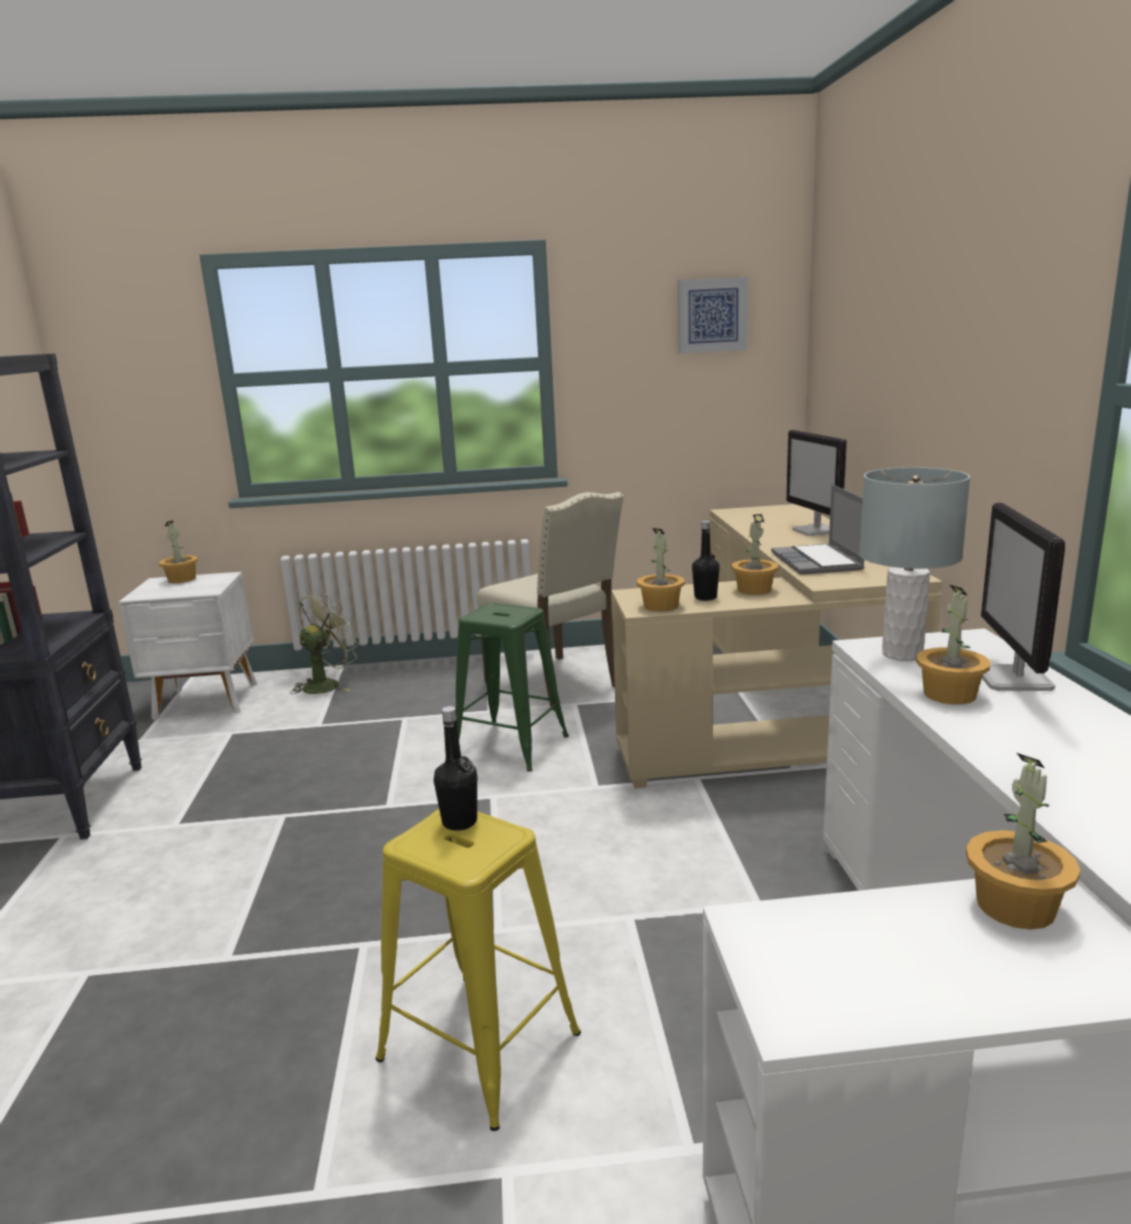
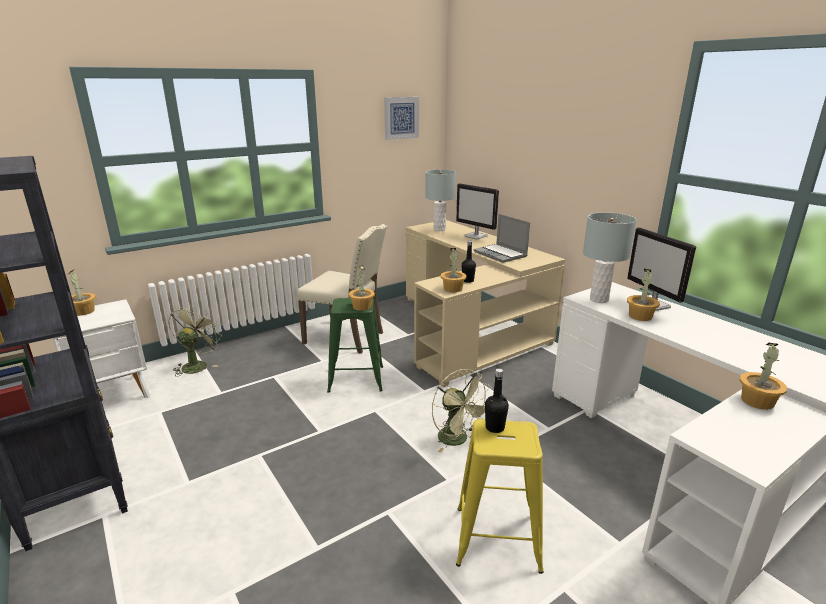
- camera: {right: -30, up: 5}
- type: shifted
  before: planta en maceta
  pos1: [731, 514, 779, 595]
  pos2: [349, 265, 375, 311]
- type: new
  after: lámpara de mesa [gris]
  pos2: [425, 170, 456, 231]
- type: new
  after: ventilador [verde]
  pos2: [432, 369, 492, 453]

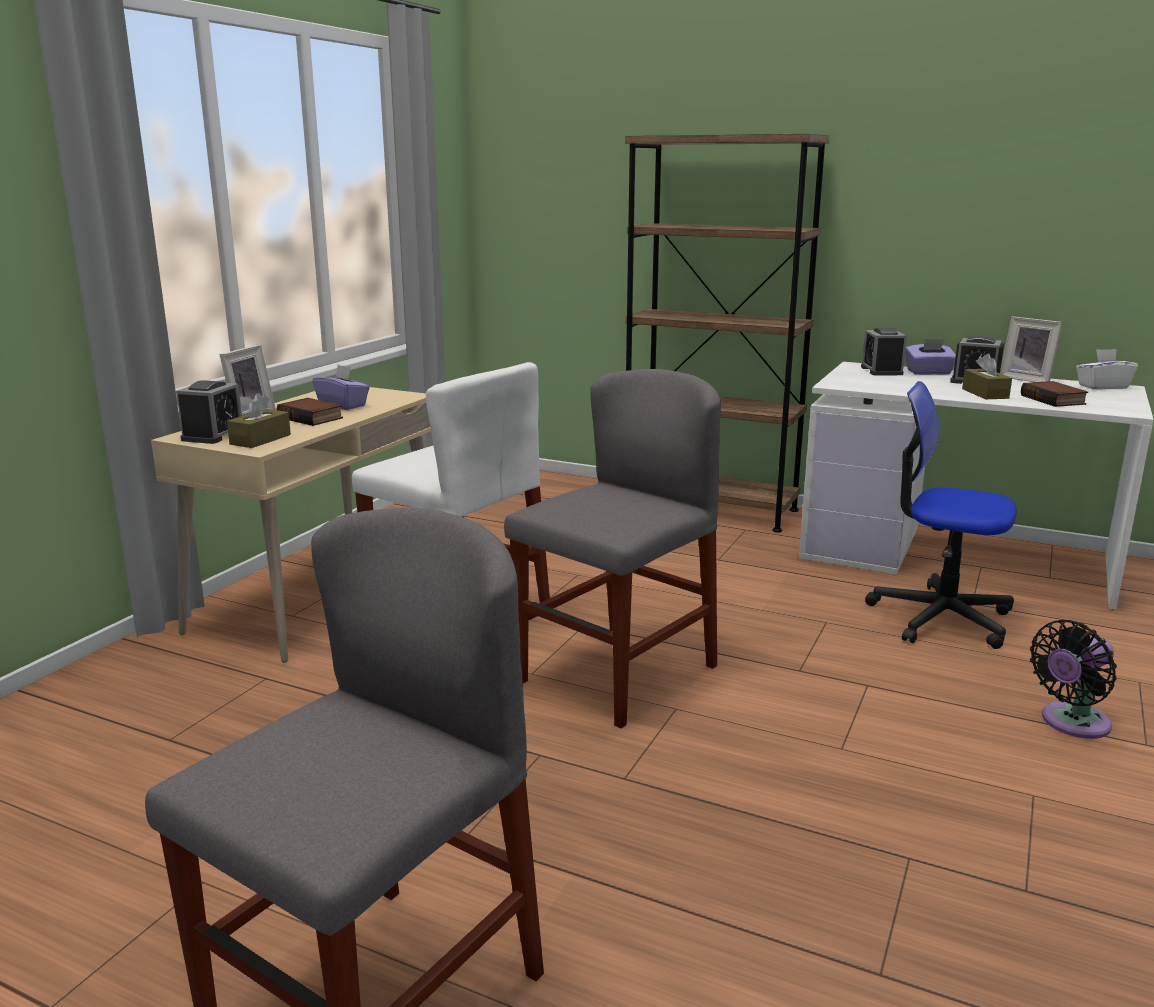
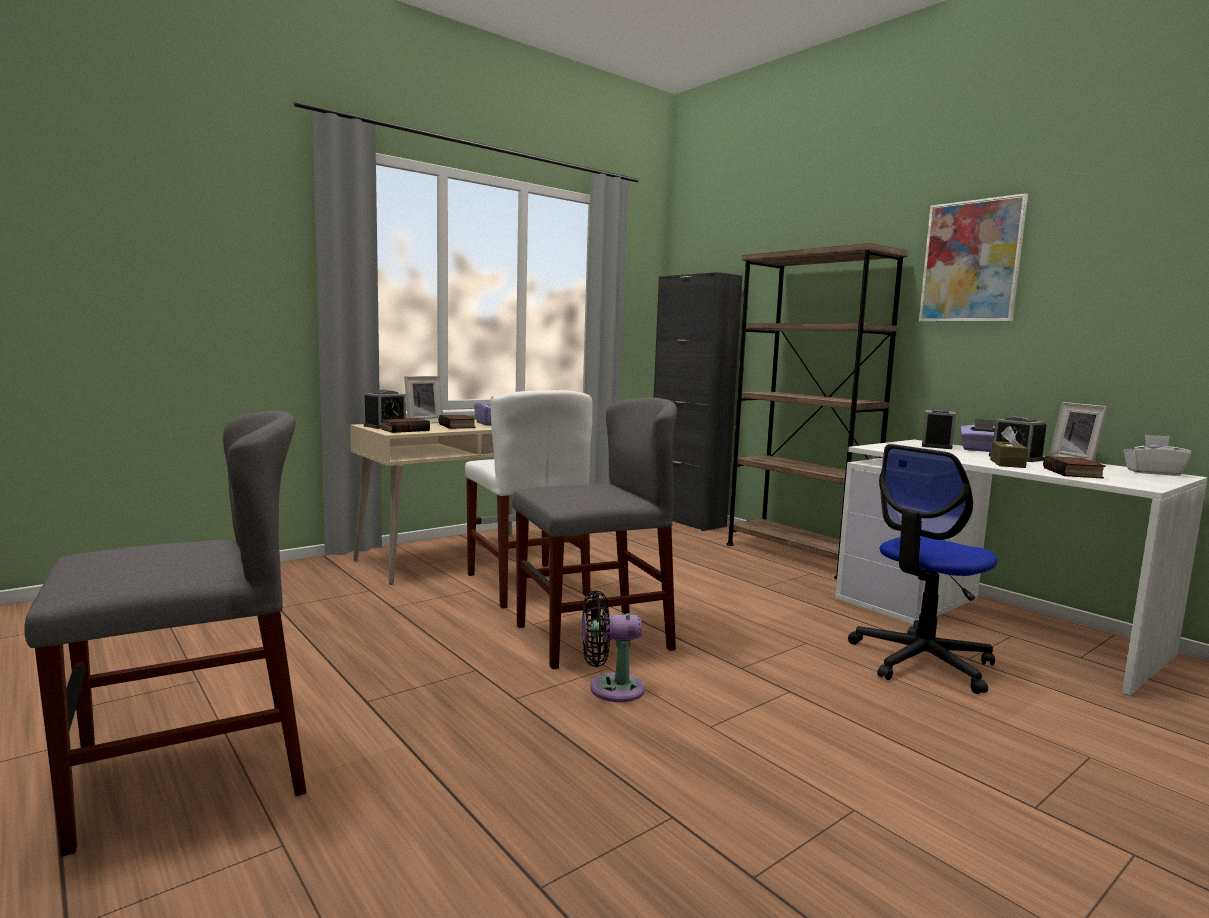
- camera: {right: 25, up: -10}
- type: swapped
  before: caja de pañuelos [marrón]
  after: libro
  pos1: [227, 393, 291, 448]
  pos2: [381, 418, 430, 433]
- type: shifted
  before: ventilador [negro]
  pos1: [1030, 620, 1117, 739]
  pos2: [582, 590, 645, 702]
- type: new
  after: armario [negro]
  pos2: [654, 272, 742, 531]
- type: rotated
  before: silla de oficina
  pos1: [865, 381, 1016, 649]
  pos2: [848, 444, 997, 694]
  turn: -90
- type: new
  after: cuadro
  pos2: [919, 193, 1028, 321]

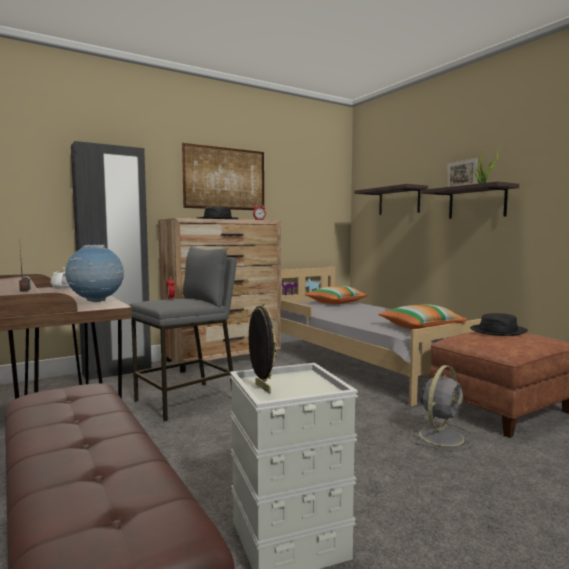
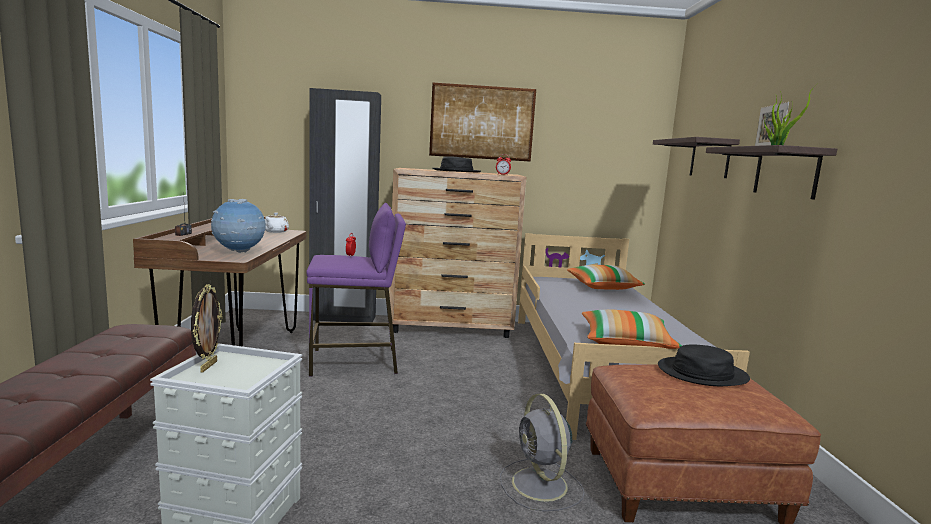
- camera: {right: 30, up: 5}
- type: repainted
  before: taburete [gris]
  after: taburete [morado]
  pos1: [129, 246, 237, 422]
  pos2: [306, 203, 406, 377]
- type: rotated
  before: ventilador [gris]
  pos1: [411, 365, 475, 451]
  pos2: [500, 394, 584, 511]
  turn: 90

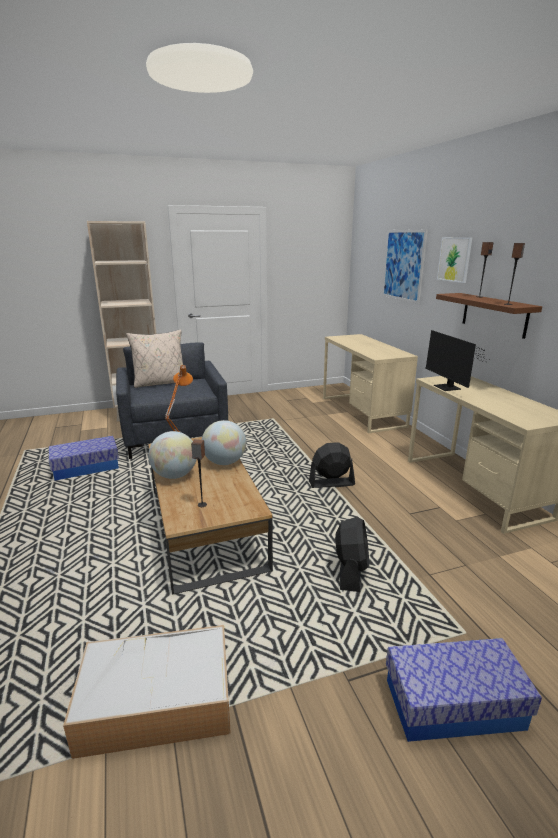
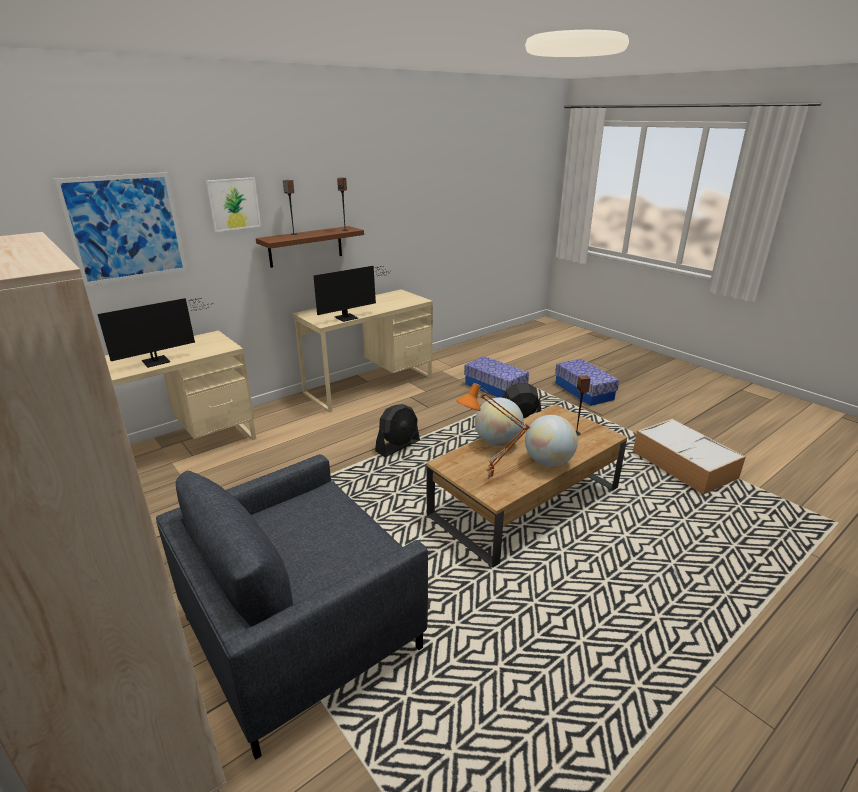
- camera: {right: -110, up: 5}
- type: new
  after: monitor
  pos2: [97, 298, 211, 368]
- type: rotated
  before: ventilador [negro]
  pos1: [309, 442, 355, 488]
  pos2: [375, 404, 420, 457]
  turn: -105
- type: shifted
  before: caja de almacenaje
  pos1: [49, 436, 119, 481]
  pos2: [464, 356, 529, 398]
- type: gone
  before: cojín [beis]
  pos1: [126, 330, 183, 388]

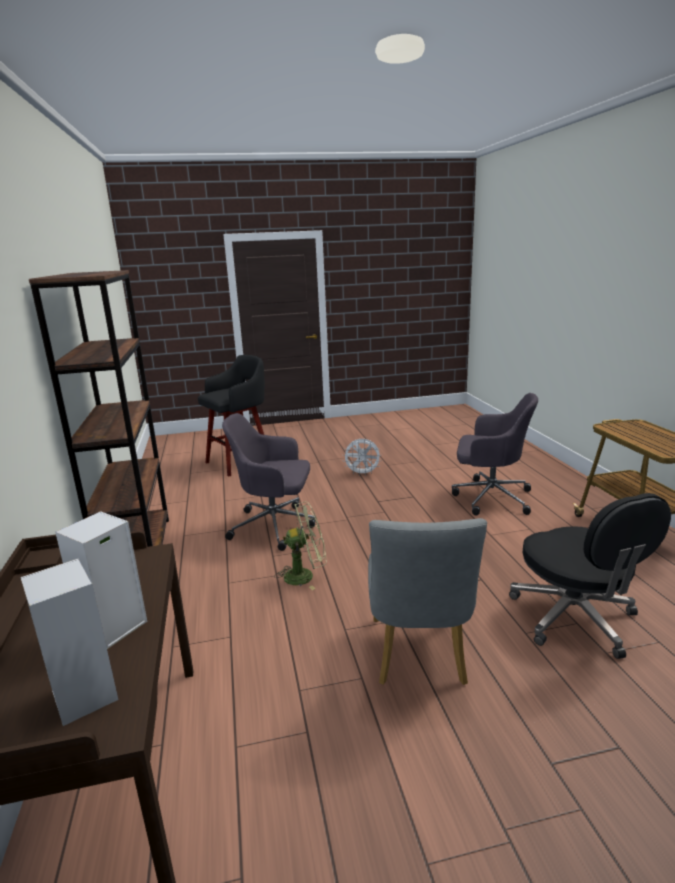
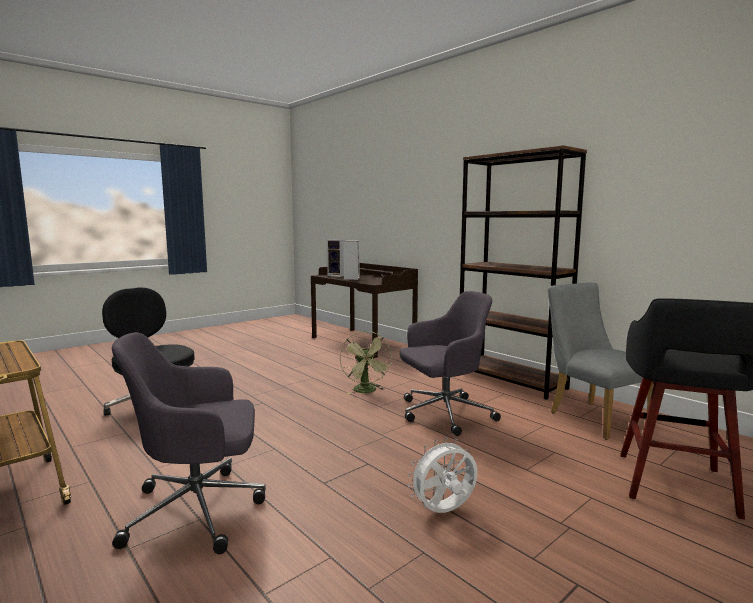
- camera: {right: 150, up: -10}
- type: rotated
  before: ventilador [verde]
  pos1: [274, 502, 327, 590]
  pos2: [340, 331, 392, 394]
  turn: -60
- type: shifted
  before: silla [gris]
  pos1: [368, 518, 487, 685]
  pos2: [548, 283, 654, 440]

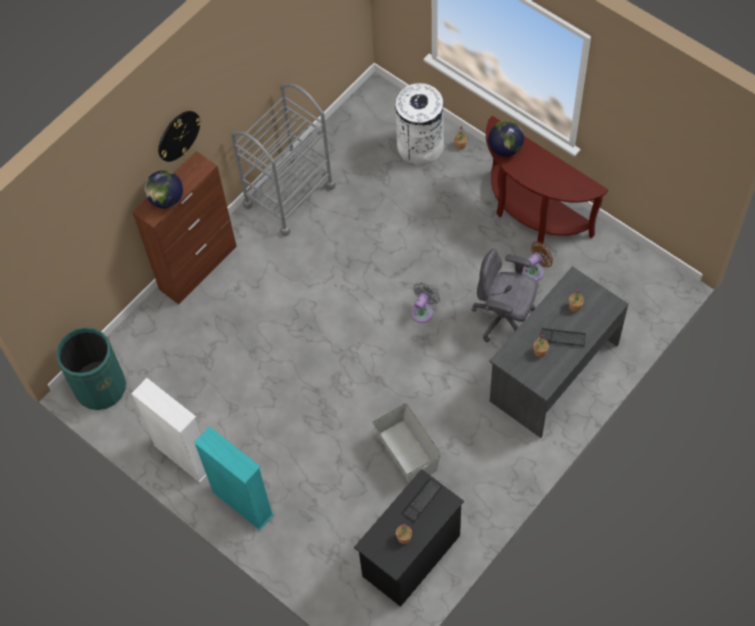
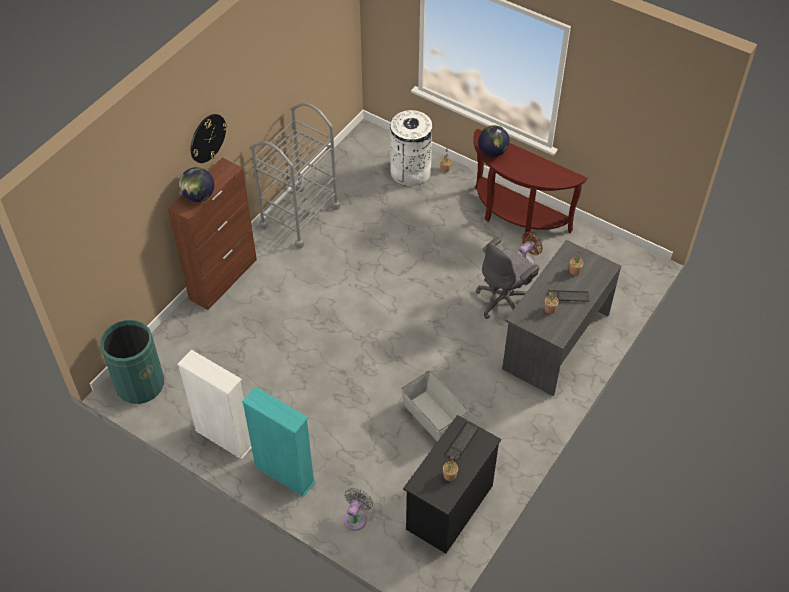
- camera: {right: -10, up: -10}
- type: shifted
  before: ventilador [gris]
  pos1: [411, 282, 440, 323]
  pos2: [344, 488, 373, 531]
- type: rotated
  before: silla de oficina [gris]
  pos1: [471, 249, 538, 342]
  pos2: [476, 237, 540, 319]
  turn: -60

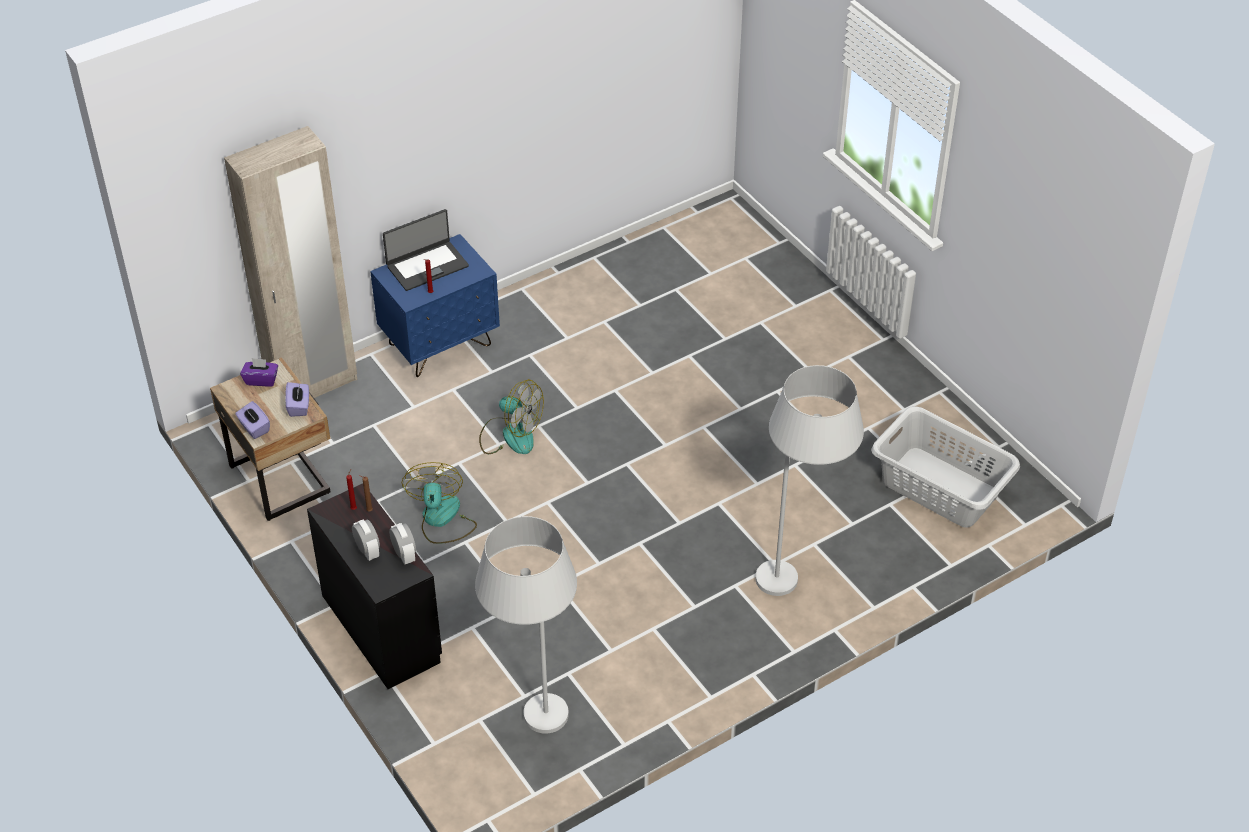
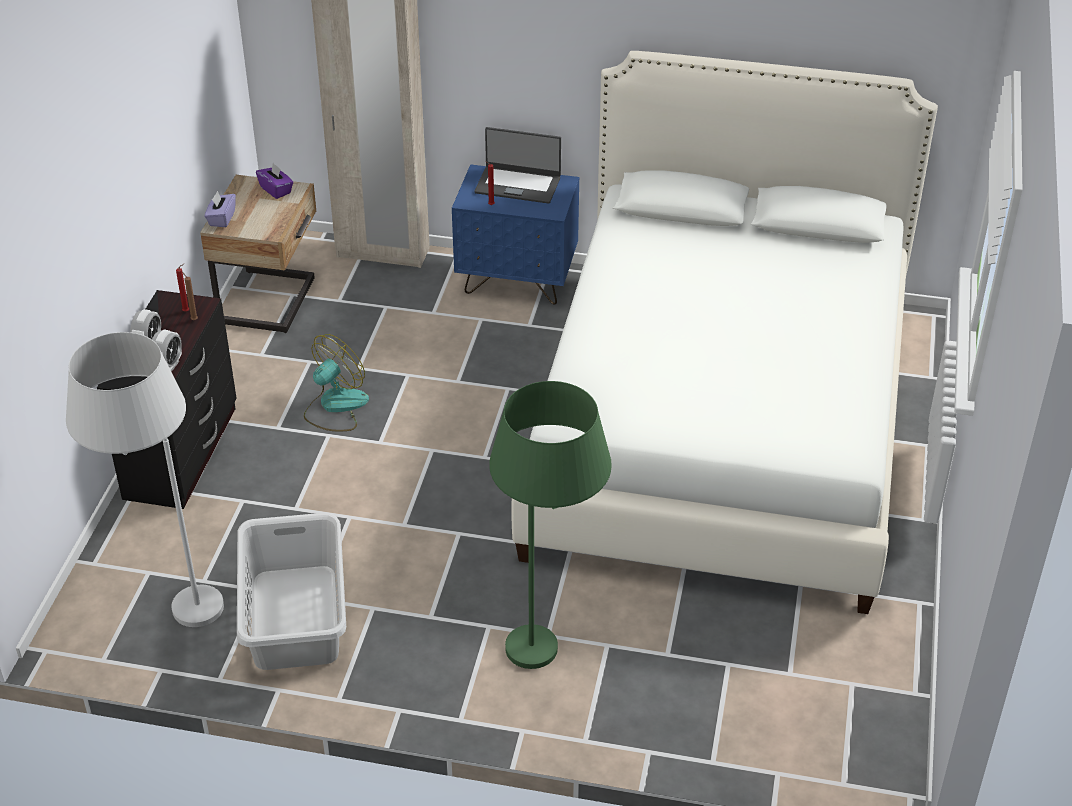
- camera: {right: 45, up: -5}
- type: shifted
  before: cesto de la ropa [gris]
  pos1: [872, 406, 1020, 528]
  pos2: [237, 513, 346, 670]
- type: repainted
  before: lámpara de pie [blanco]
  after: lámpara de pie [verde]
  pos1: [756, 365, 864, 596]
  pos2: [489, 381, 612, 669]
- type: new
  after: cama [blanco]
  pos2: [511, 51, 938, 614]
- type: gone
  before: caja de pañuelos [morado]
  pos1: [285, 382, 309, 417]
- type: gone
  before: ventilador
  pos1: [479, 379, 544, 454]

